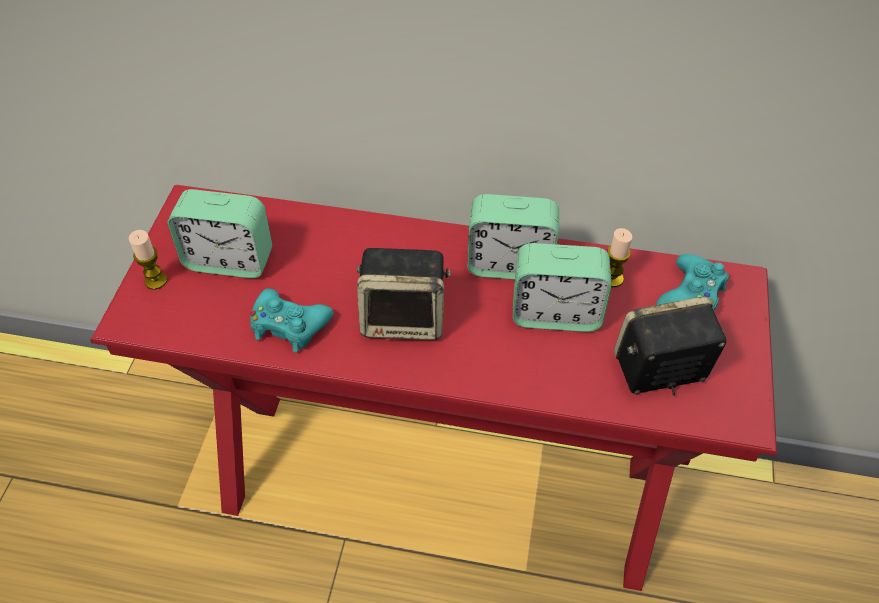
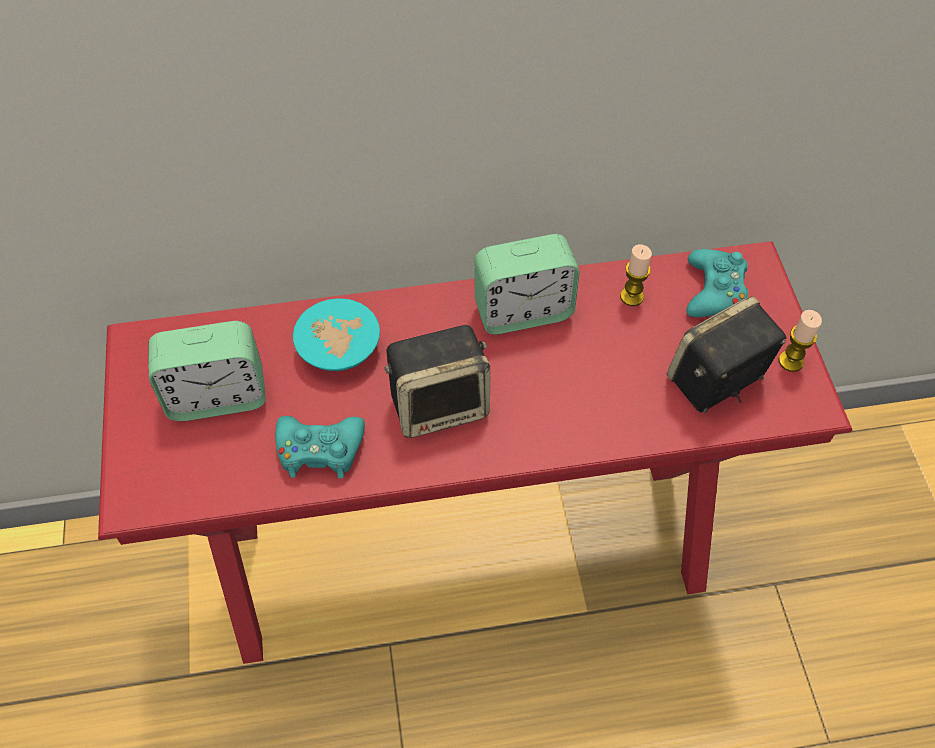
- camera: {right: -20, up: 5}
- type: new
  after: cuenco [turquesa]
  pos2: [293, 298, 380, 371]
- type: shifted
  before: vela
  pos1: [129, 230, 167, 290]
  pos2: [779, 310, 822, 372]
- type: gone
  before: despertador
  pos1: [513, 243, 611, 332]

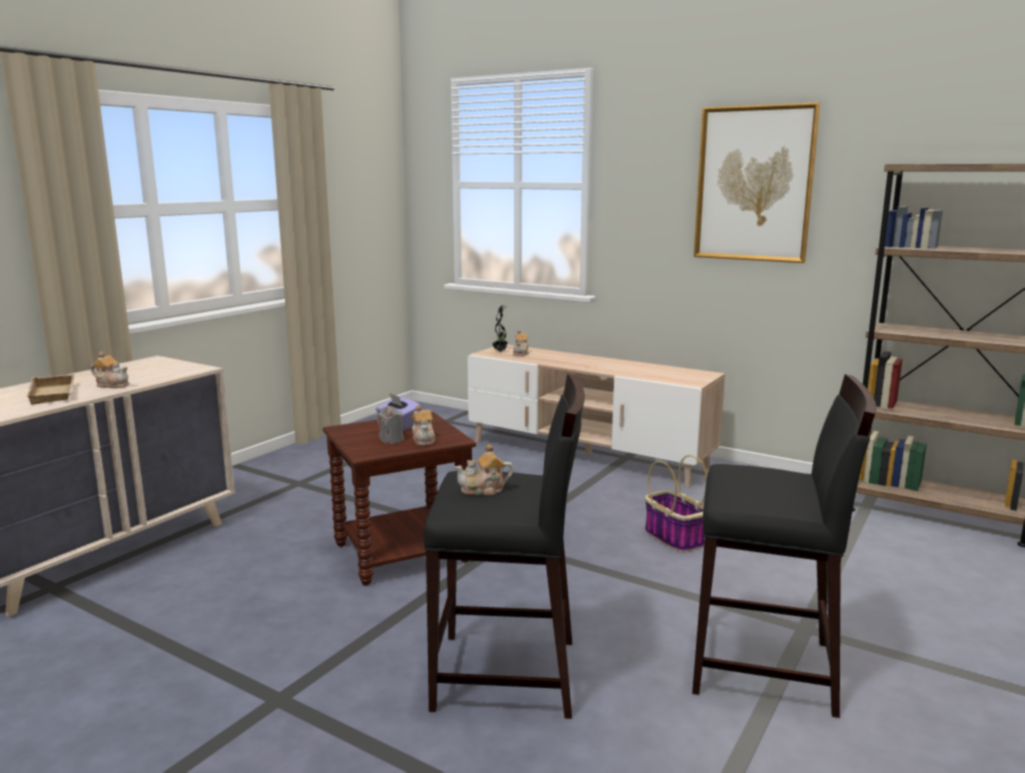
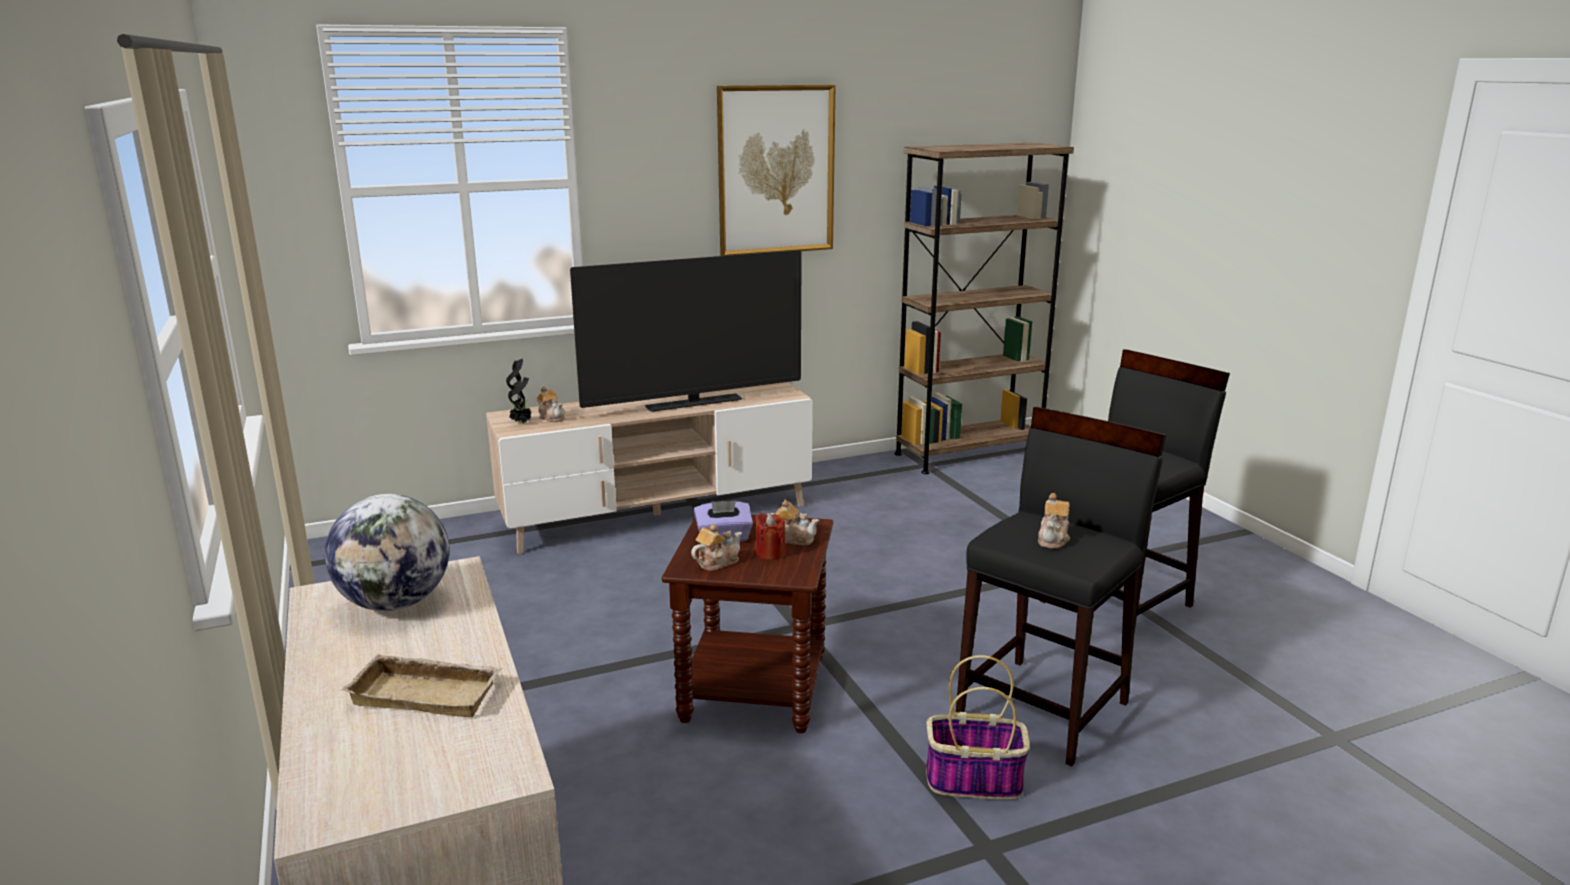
- camera: {right: -55, up: 5}
- type: new
  after: globo terráqueo
  pos2: [325, 494, 449, 611]
- type: new
  after: televisor
  pos2: [570, 250, 802, 411]
- type: shifted
  before: tetera
  pos1: [91, 351, 129, 388]
  pos2: [691, 524, 742, 571]
- type: repainted
  before: vela [gris]
  after: vela [rojo]
  pos1: [377, 406, 404, 444]
  pos2: [755, 513, 785, 560]
- type: shifted
  before: cesta
  pos1: [645, 455, 707, 553]
  pos2: [926, 655, 1030, 800]

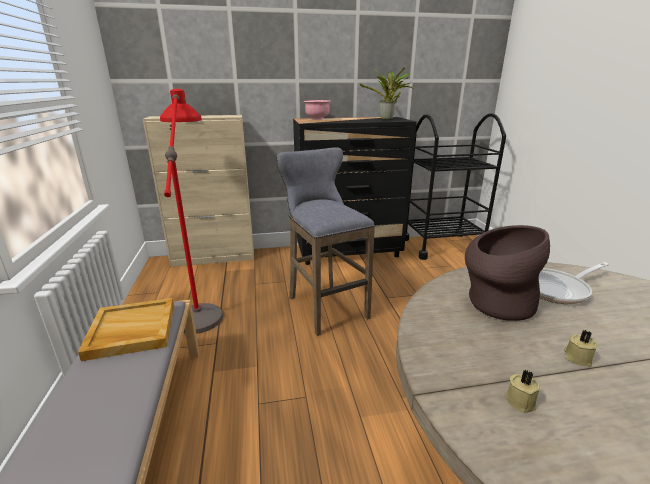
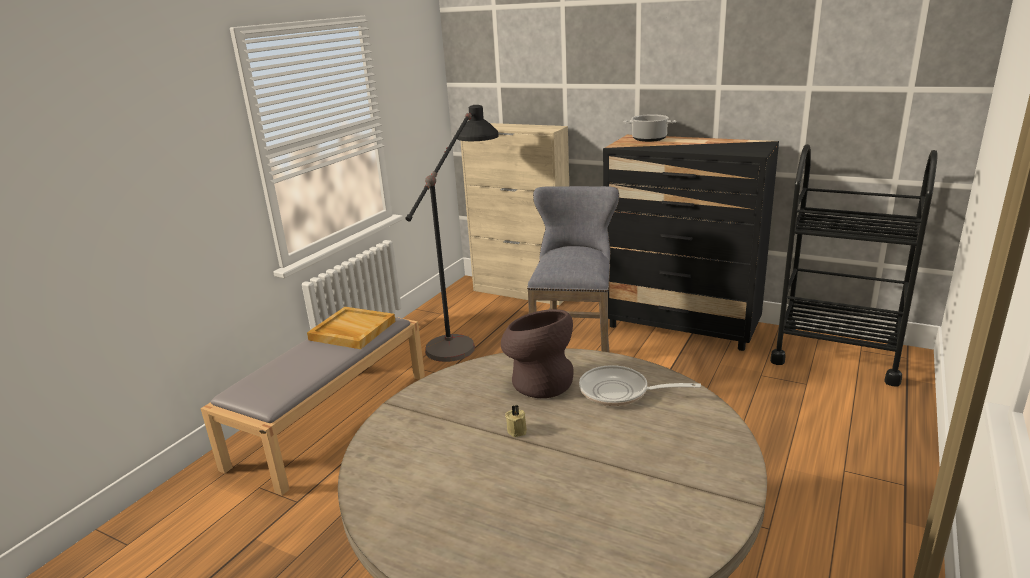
- camera: {right: 40, up: 0}
- type: repainted
  before: lámpara de pie [rojo]
  after: lámpara de pie [negro]
  pos1: [160, 89, 223, 334]
  pos2: [405, 105, 499, 362]
- type: swapped
  before: cuenco [rosa]
  after: olla
  pos1: [303, 100, 331, 120]
  pos2: [624, 114, 677, 142]
- type: gone
  before: planta en maceta
  pos1: [360, 68, 414, 120]
- type: gone
  before: vela [beis]
  pos1: [505, 370, 540, 413]

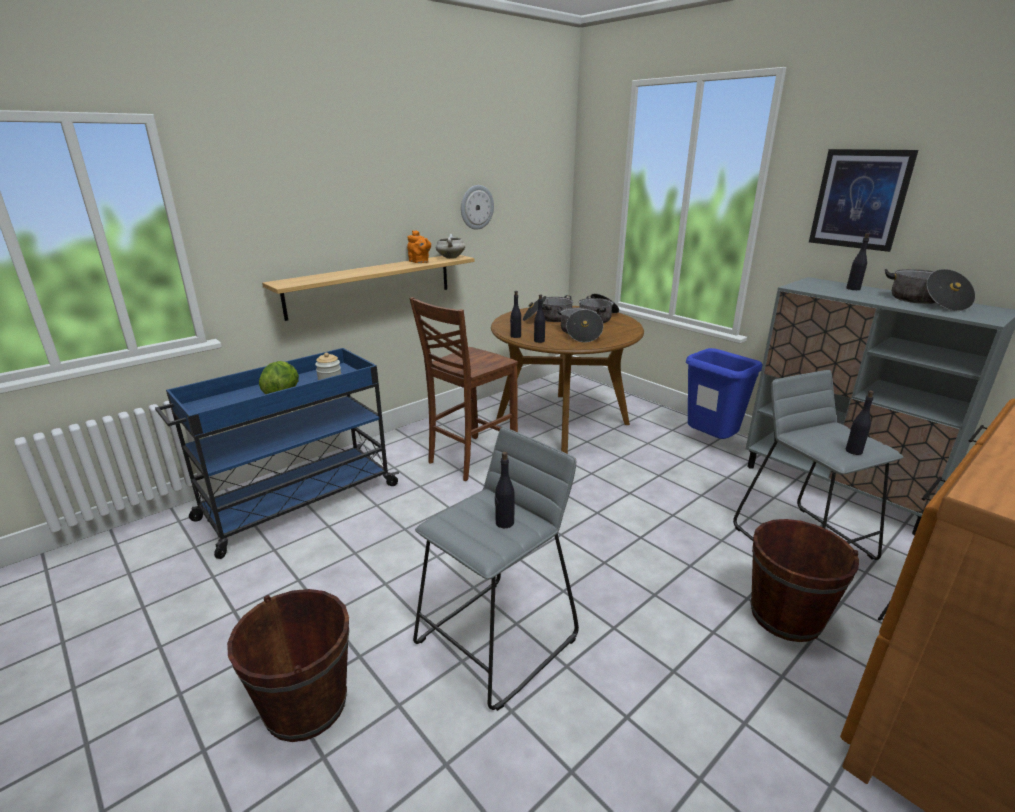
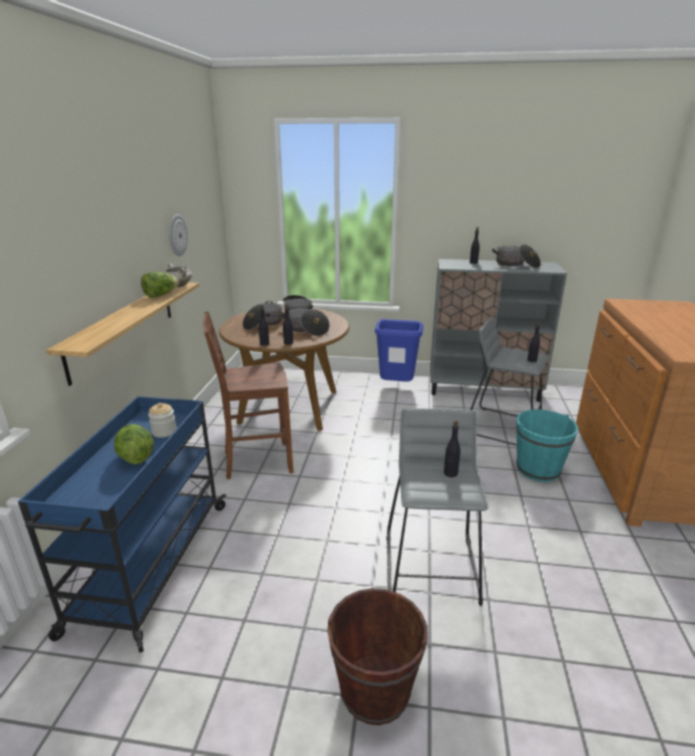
- camera: {right: -40, up: 0}
- type: swapped
  before: tetera [naranja]
  after: lechuga
  pos1: [407, 230, 431, 263]
  pos2: [141, 272, 179, 298]
- type: rotated
  before: silla [marrón]
  pos1: [409, 297, 518, 481]
  pos2: [203, 311, 293, 479]
  turn: 75
- type: repainted
  before: cubo [marrón]
  after: cubo [turquesa]
  pos1: [751, 519, 859, 642]
  pos2: [516, 409, 578, 482]
- type: gone
  before: cuadro
  pos1: [809, 149, 918, 252]

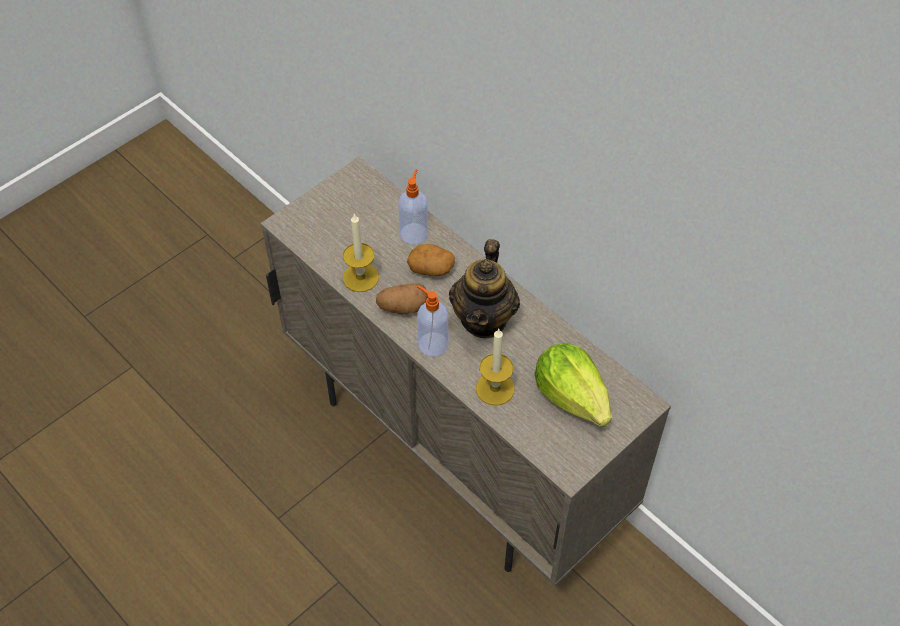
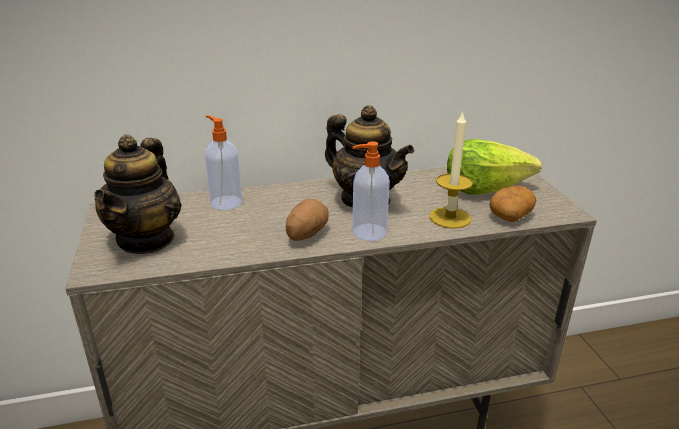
- camera: {right: -60, up: -25}
- type: new
  after: tetera
  pos2: [94, 134, 182, 254]
- type: shifted
  before: patata
  pos1: [407, 244, 455, 276]
  pos2: [490, 186, 537, 222]
- type: gone
  before: vela
  pos1: [343, 213, 379, 292]

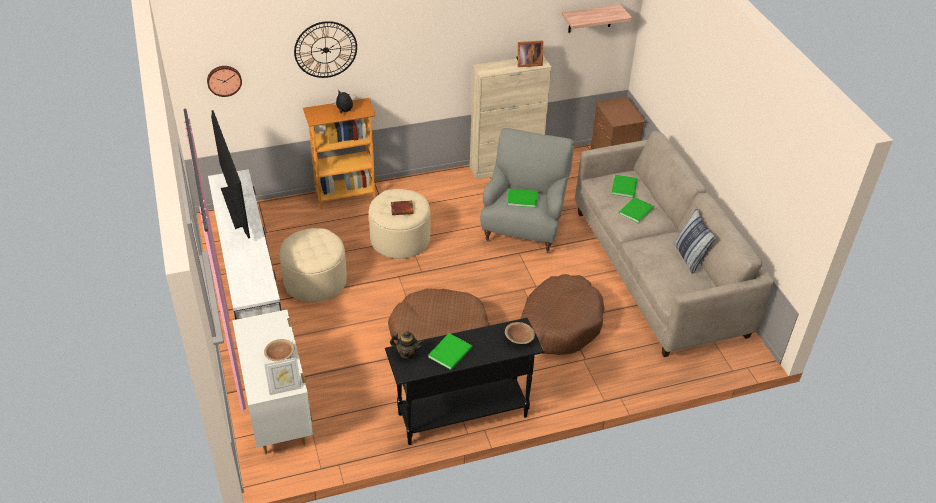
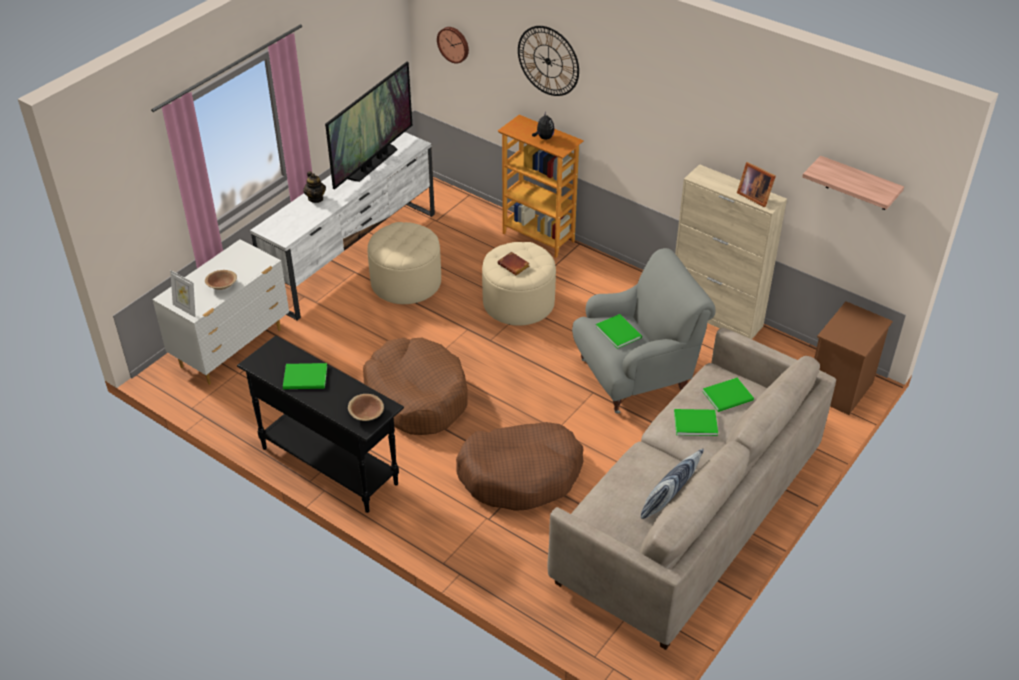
- camera: {right: 55, up: 0}
- type: shifted
  before: tetera
  pos1: [390, 331, 424, 359]
  pos2: [303, 171, 326, 203]

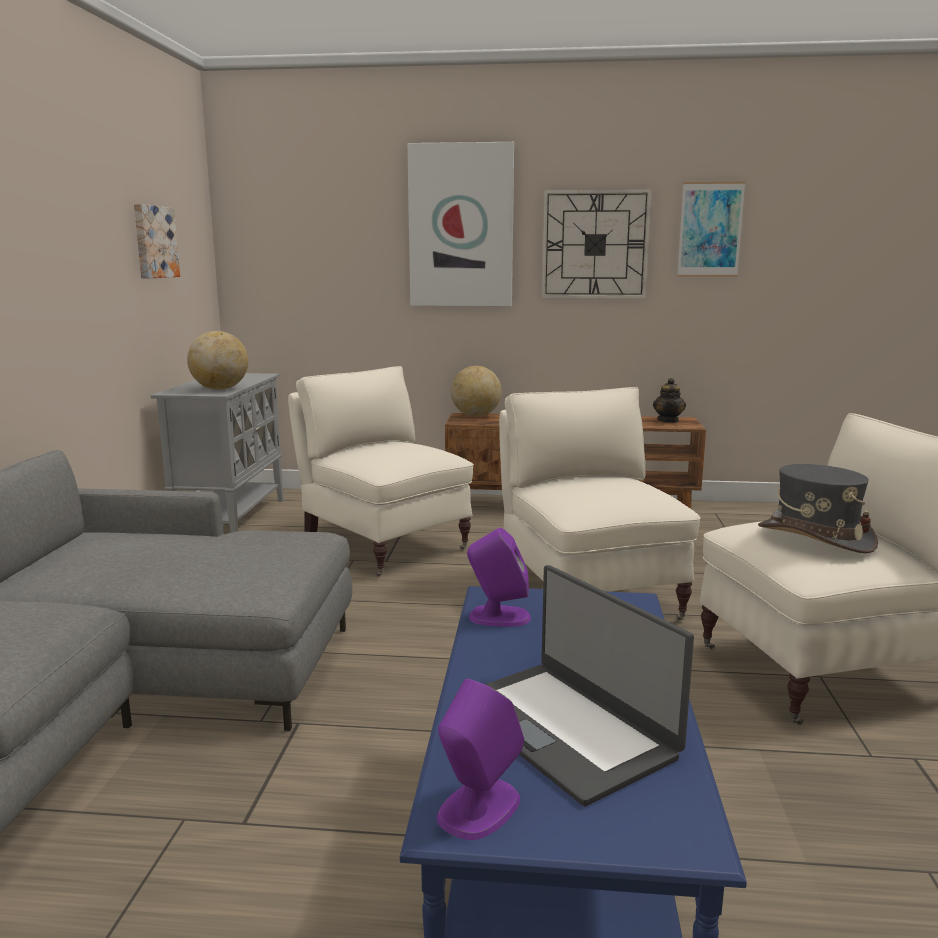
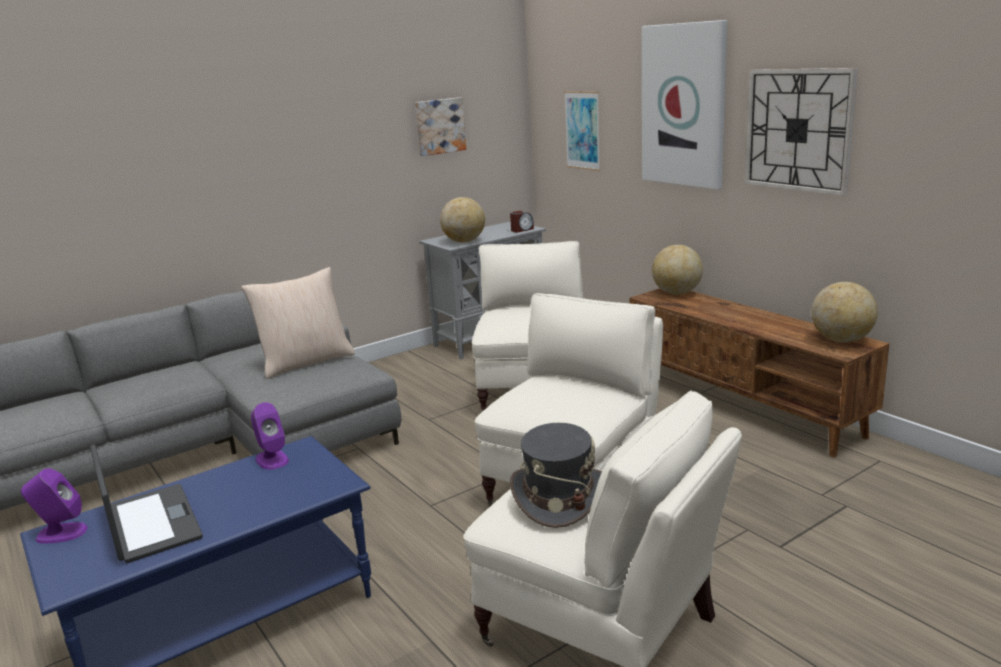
- camera: {right: 50, up: 5}
- type: rotated
  before: portátil
  pos1: [454, 565, 694, 806]
  pos2: [90, 445, 203, 563]
  turn: 135
- type: new
  after: cojín [beis]
  pos2: [241, 267, 355, 379]
- type: new
  after: despertador
  pos2: [510, 211, 534, 232]
- type: shifted
  before: cuadro
  pos1: [677, 182, 745, 277]
  pos2: [564, 91, 600, 171]
- type: swapped
  before: tetera
  after: globo terráqueo
  pos1: [653, 378, 686, 423]
  pos2: [811, 282, 878, 343]

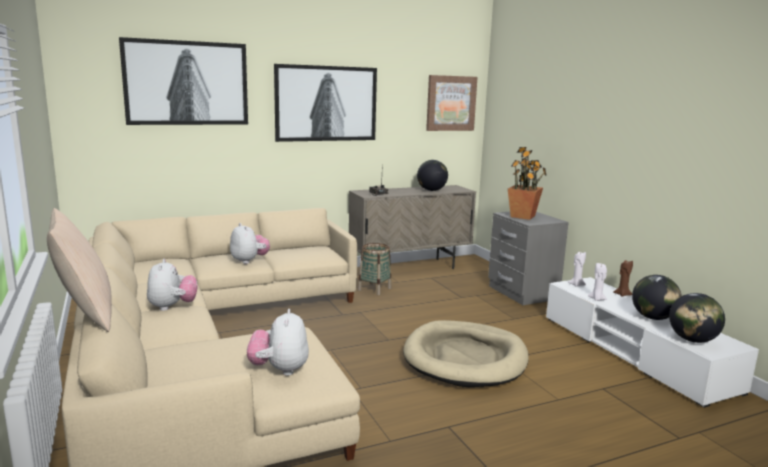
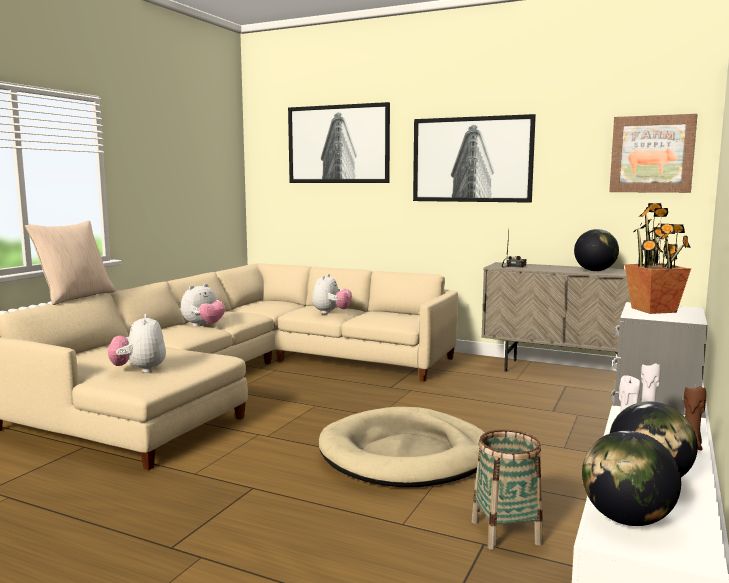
- camera: {right: 50, up: -5}
- type: rotated
  before: peluche
  pos1: [247, 309, 309, 376]
  pos2: [108, 314, 166, 373]
  turn: -60
- type: shifted
  before: cesta
  pos1: [358, 243, 392, 295]
  pos2: [472, 430, 543, 550]

